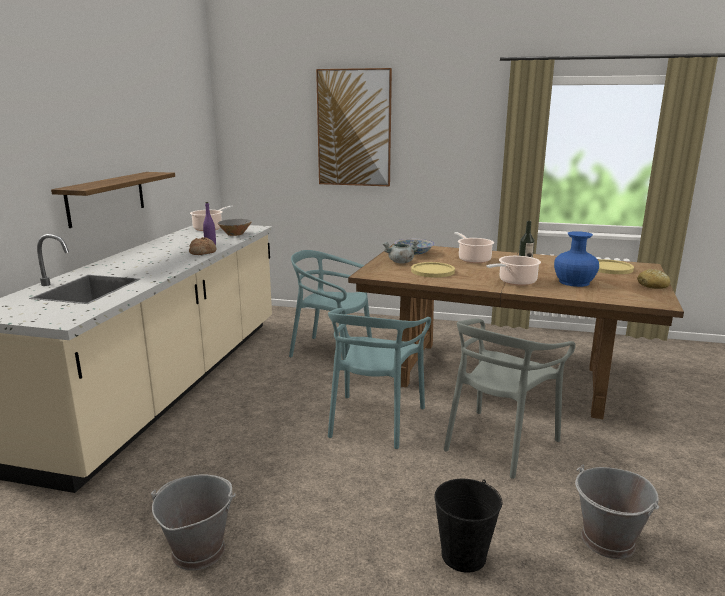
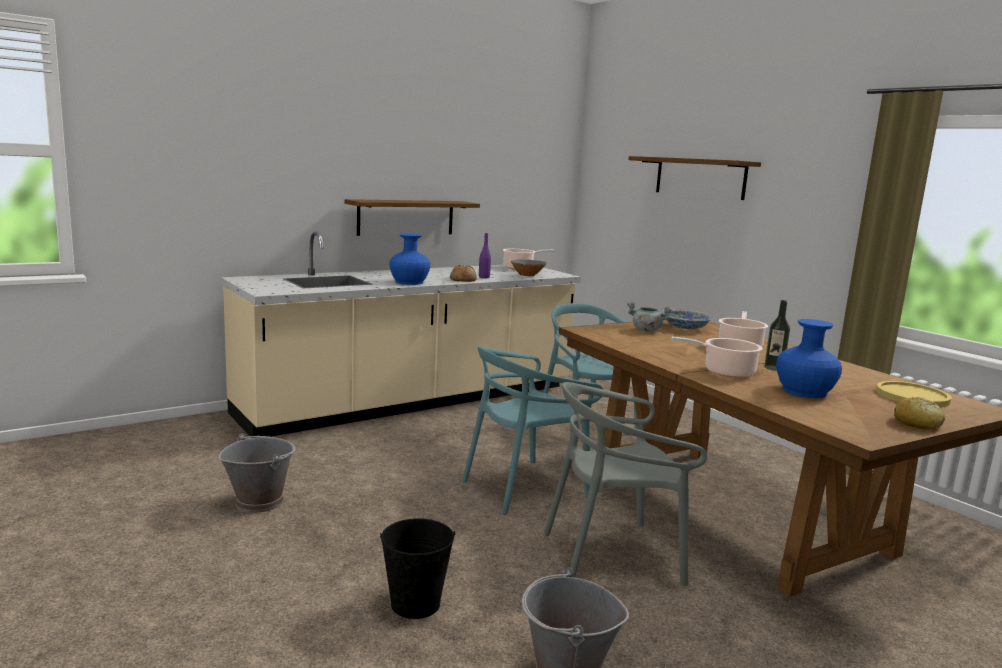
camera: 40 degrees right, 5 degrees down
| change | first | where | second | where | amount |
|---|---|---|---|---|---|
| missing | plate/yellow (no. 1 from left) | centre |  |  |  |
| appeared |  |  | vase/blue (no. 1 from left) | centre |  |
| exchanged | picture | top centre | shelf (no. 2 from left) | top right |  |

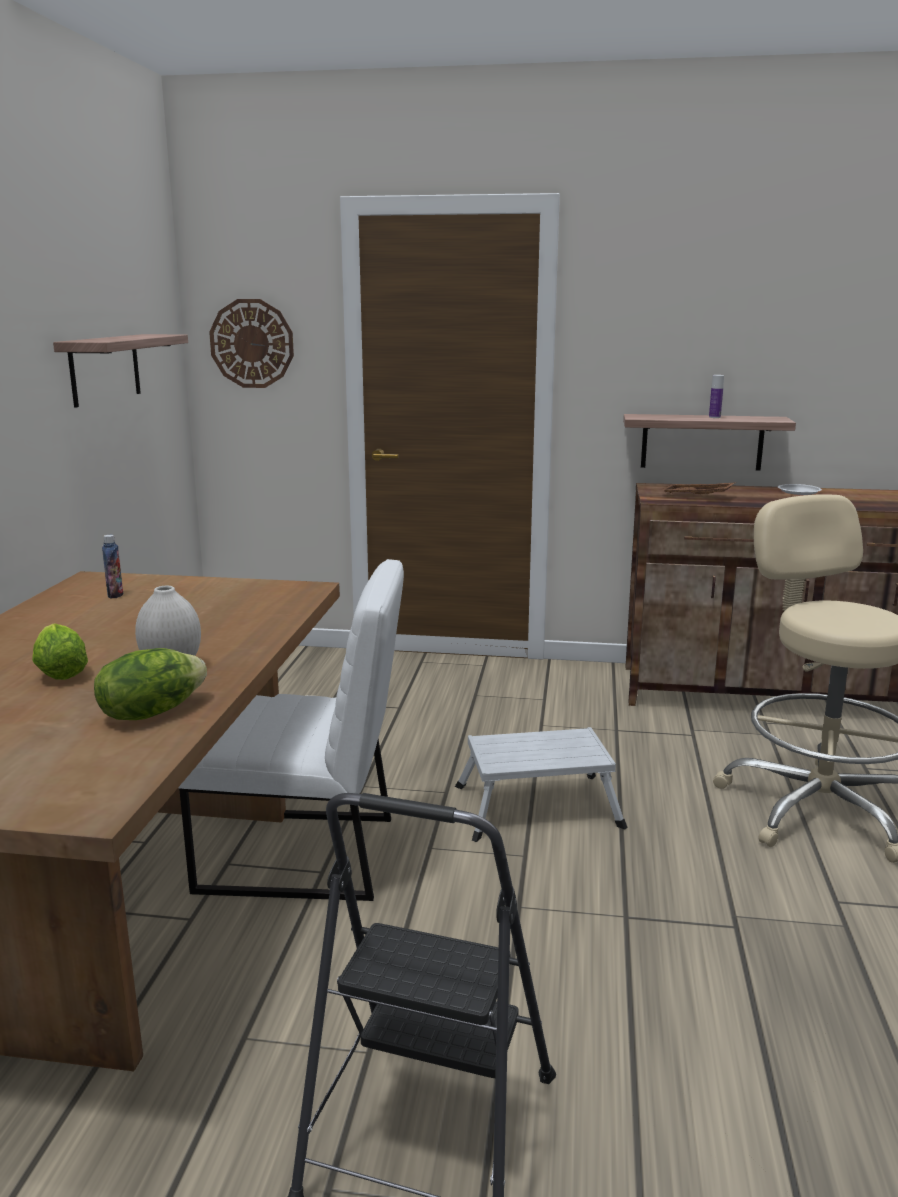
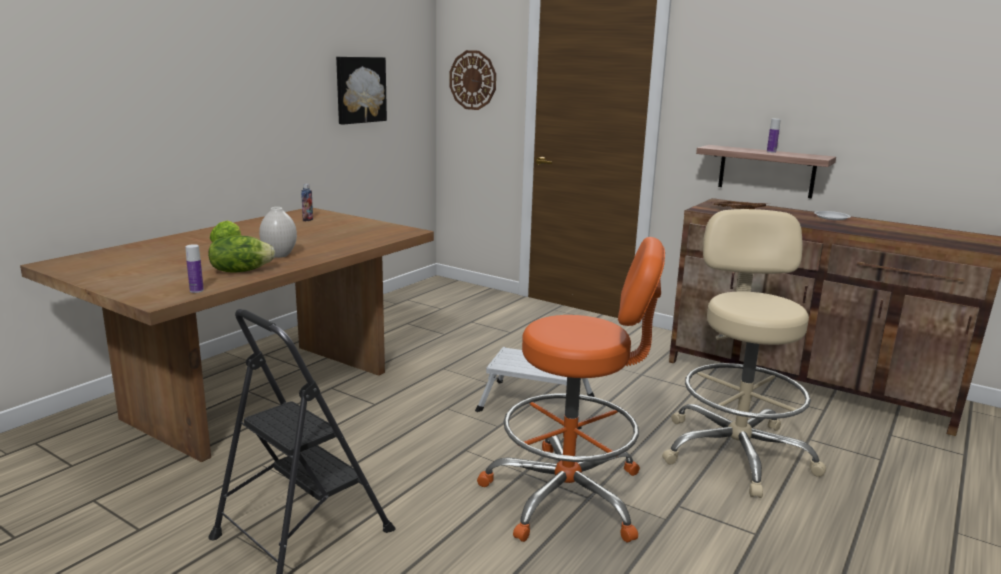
camera: 25 degrees right, 0 degrees up
| change | first | where | second | where | amount |
|---|---|---|---|---|---|
| missing | chair/white | middle left |  |  |  |
| appeared |  |  | bottle (no. 1 from left) | middle left |  |
| appeared |  |  | stool/orange | bottom centre |  |
| exchanged | shelf (no. 1 from left) | top left | picture | top centre |  |

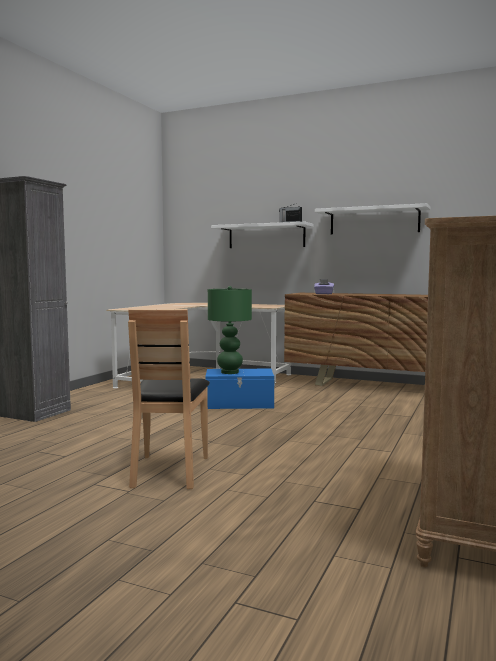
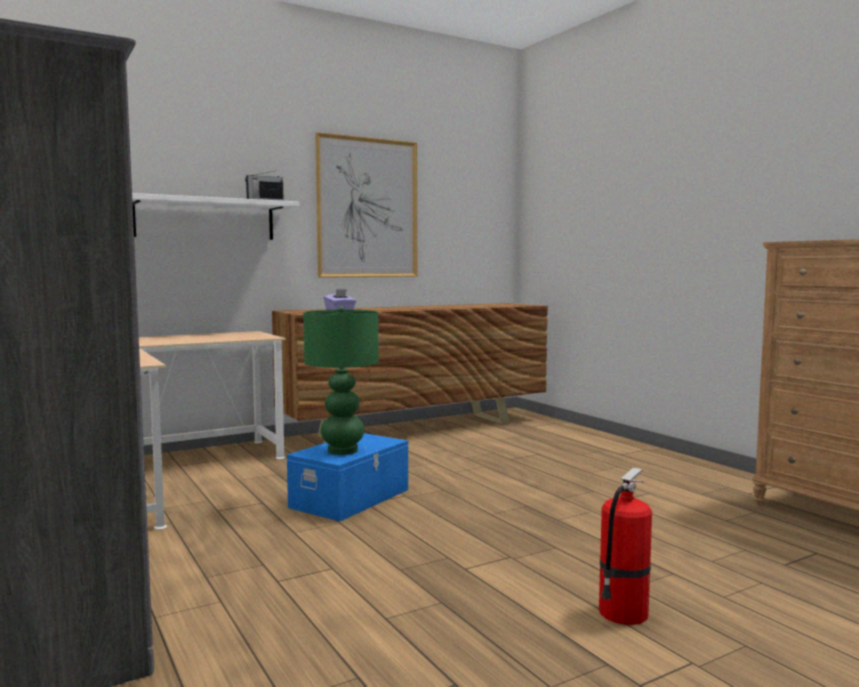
camera: 55 degrees left, 0 degrees up
| change | first | where | second | where | amount |
|---|---|---|---|---|---|
| exchanged | chair/brown | centre | fire extinguisher | bottom right |  |
| exchanged | shelf/white (no. 2 from left) | top right | picture | top centre |  |

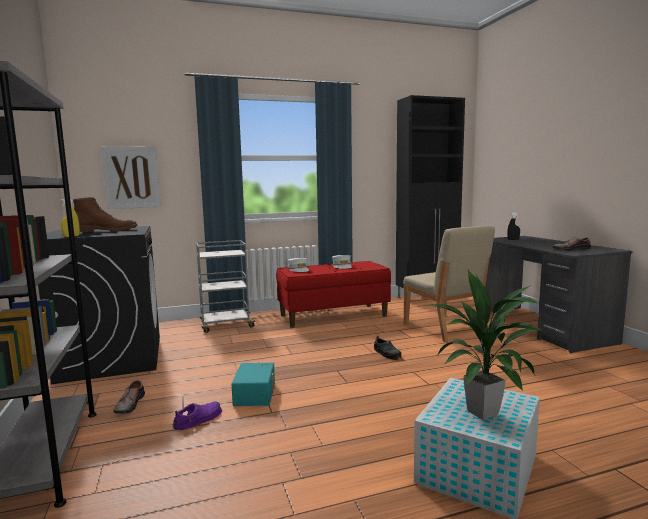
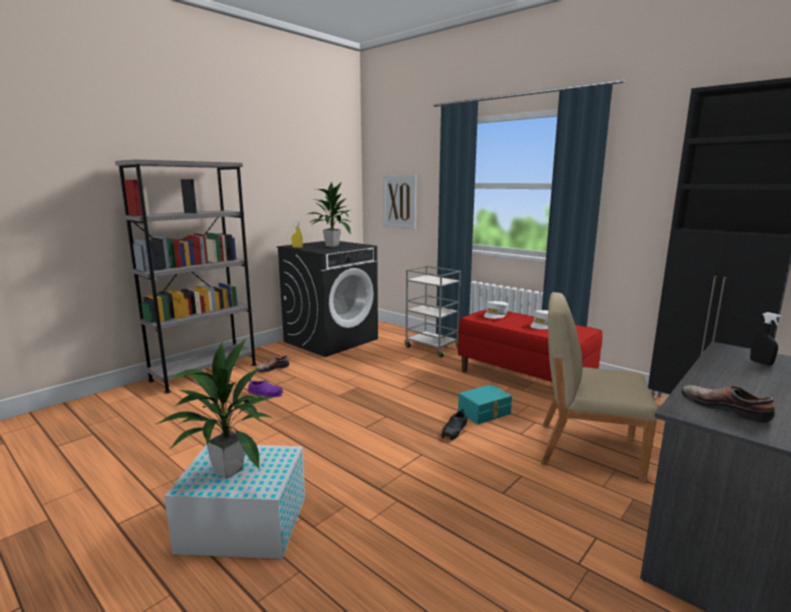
camera: 60 degrees right, 5 degrees up
| change | first | where | second | where | amount |
|---|---|---|---|---|---|
| relocated | storage box/turquoise | bottom centre |  | centre |  |
| exchanged | boot/brown | middle left | potted plant (no. 2 from left) | centre |  |
| spun | chair/beige | middle right |  | middle right | 75 degrees clockwise |

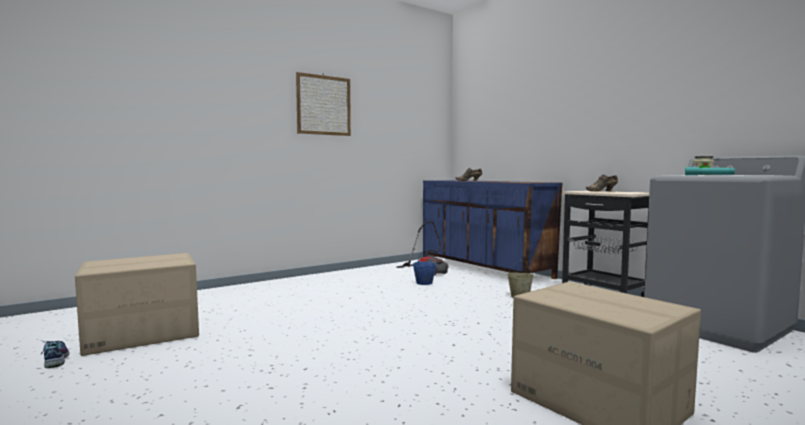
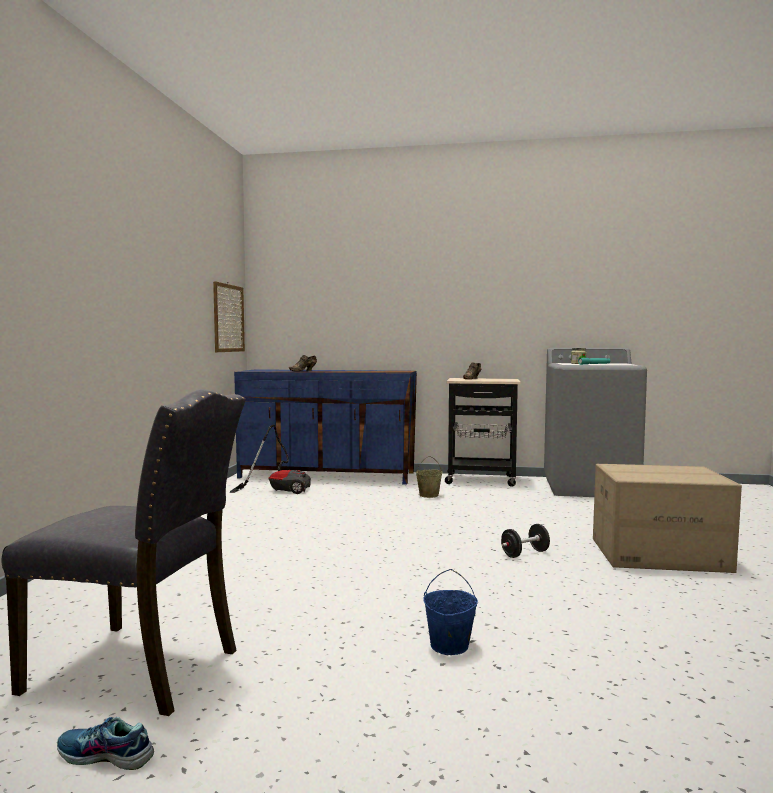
camera: 45 degrees left, 0 degrees up
| change | first | where | second | where | amount |
|---|---|---|---|---|---|
| appeared |  |  | dumbbell/black | bottom right |  |
| relocated | picture | top centre |  | middle left |  |
| relocated | bucket/blue | centre |  | bottom centre |  |
| exchanged | cardboard box (no. 1 from left) | bottom left | chair/grey | bottom left |  |

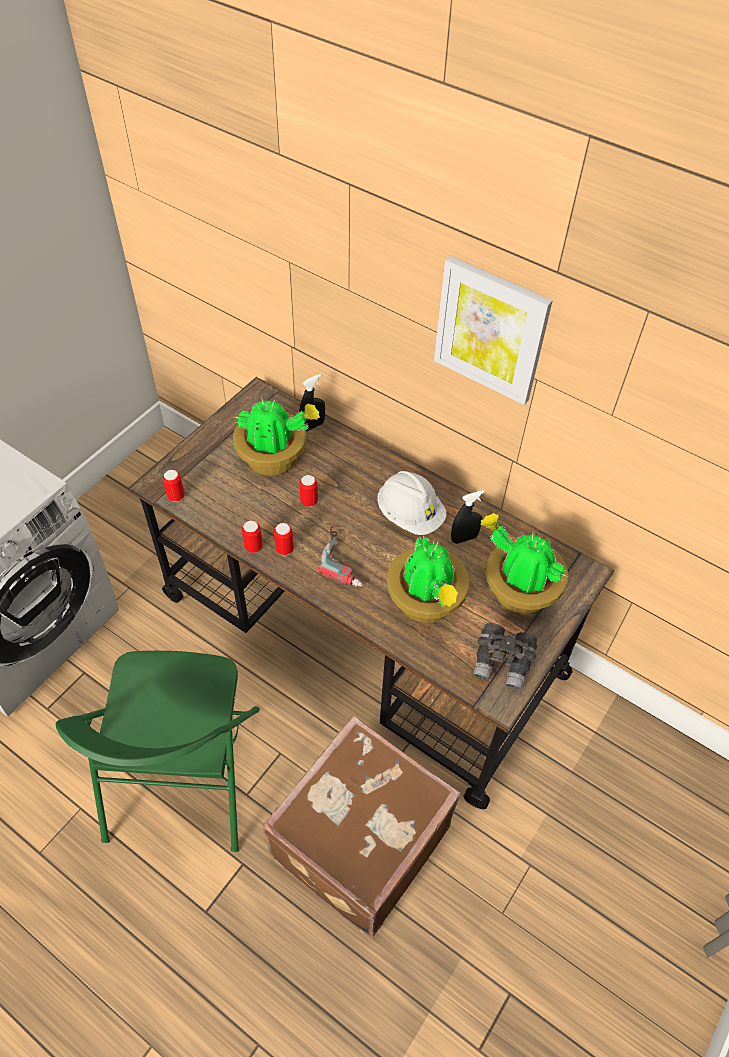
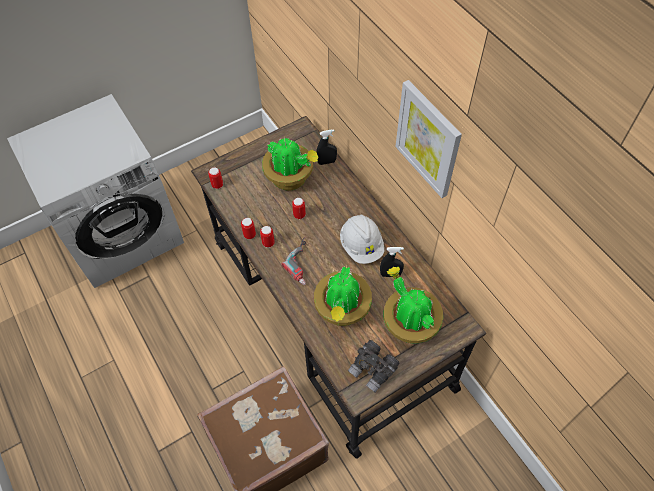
camera: 25 degrees right, 5 degrees up
| change | first | where | second | where | amount |
|---|---|---|---|---|---|
| missing | chair/green | bottom left |  |  |  |

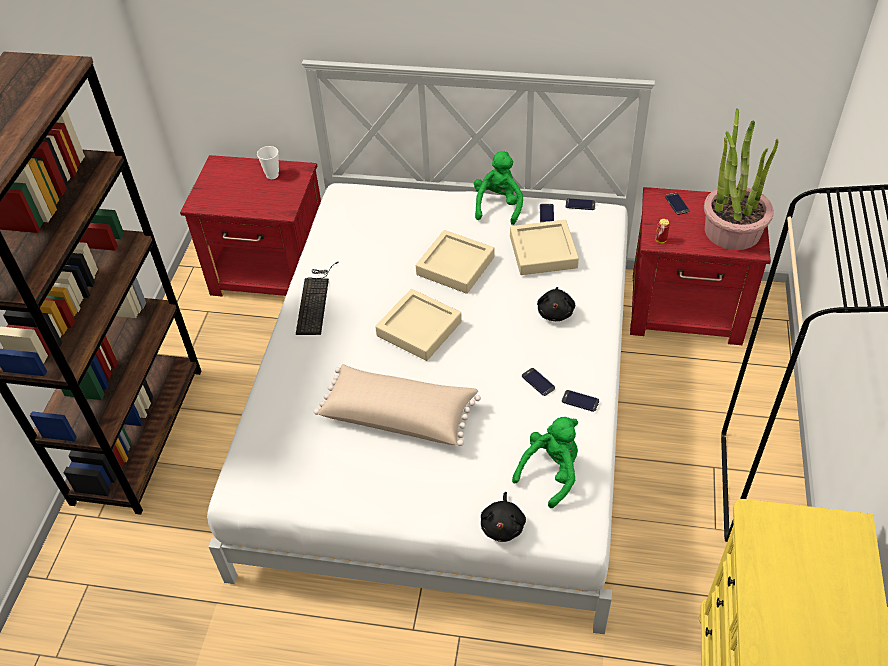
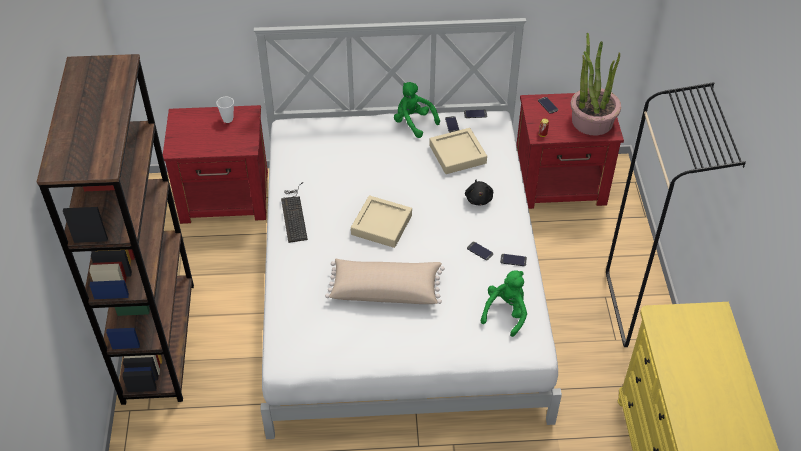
camera: 15 degrees left, 0 degrees up
| change | first | where | second | where | amount |
|---|---|---|---|---|---|
| missing | tray/beige (no. 2 from left) | centre |  |  |  |
| missing | plush toy/black (no. 1 from left) | bottom centre |  |  |  |
| spun | plush toy/green (no. 1 from left) | top centre |  | top centre | 45 degrees counterclockwise |

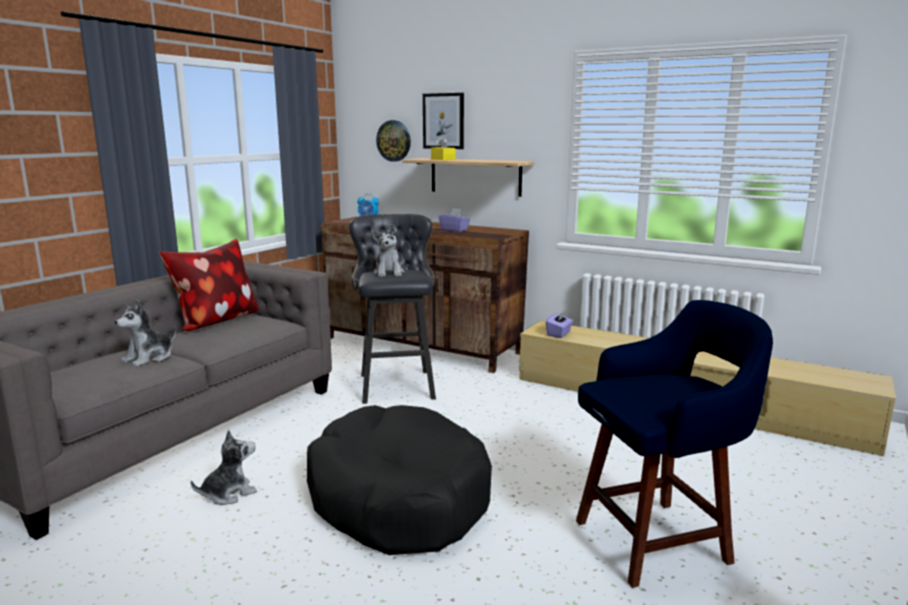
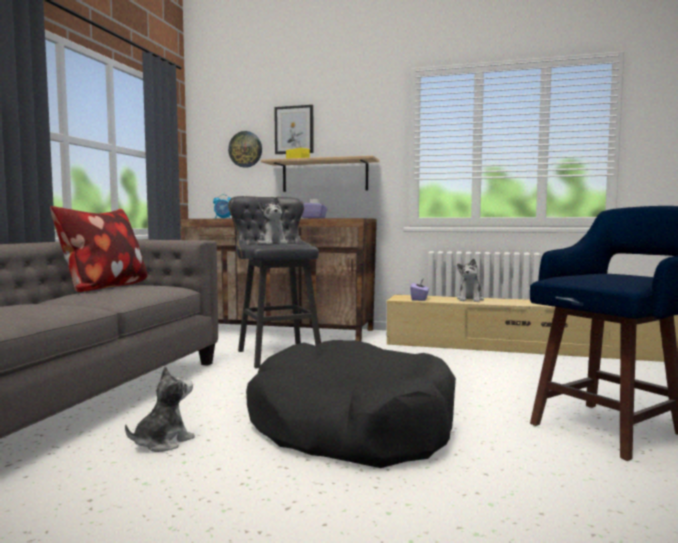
camera: 15 degrees left, 10 degrees down
| change | first | where | second | where | amount |
|---|---|---|---|---|---|
| relocated | plush toy (no. 1 from left in the first image) | middle left | plush toy (no. 3 from left) | middle right |  |

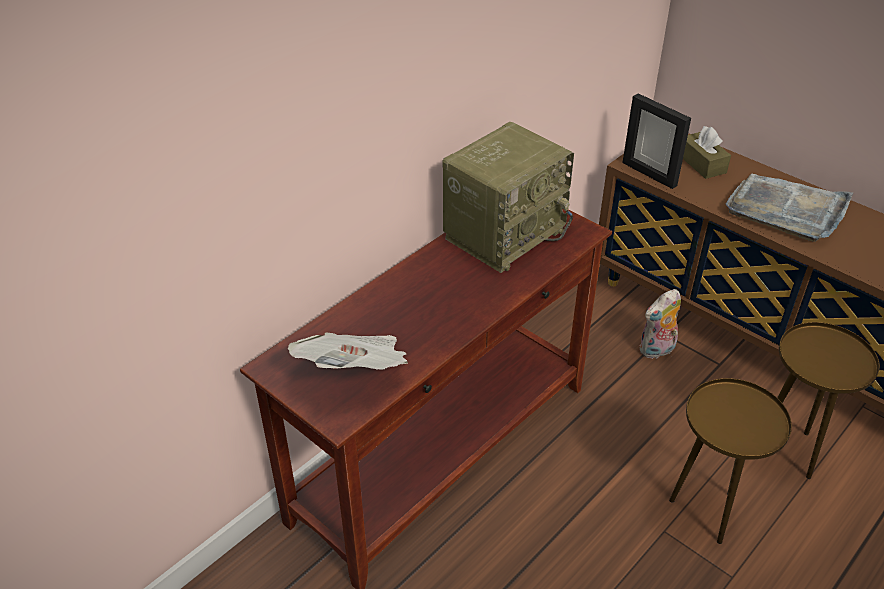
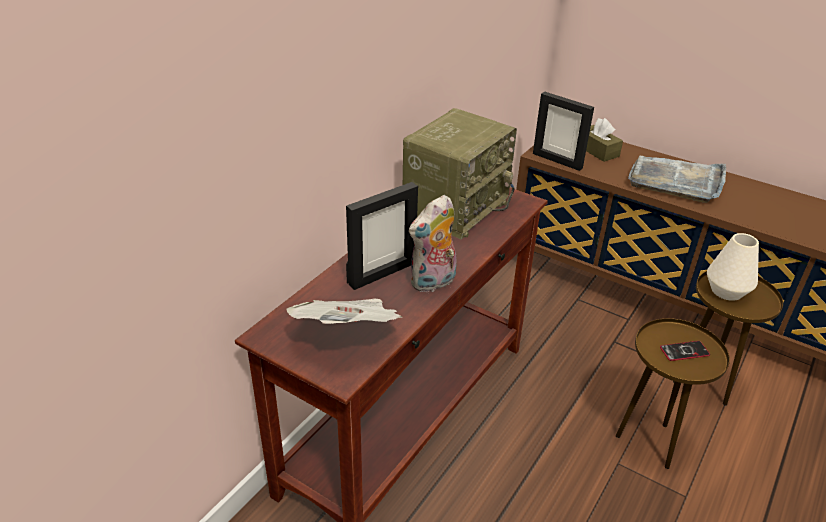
camera: 10 degrees left, 5 degrees down
| change | first | where | second | where | amount |
|---|---|---|---|---|---|
| appeared |  |  | picture frame (no. 1 from left) | centre |  |
| appeared |  |  | phone | bottom right |  |
| appeared |  |  | vase/white | middle right |  |
| relocated | plush toy | middle right |  | centre |  |

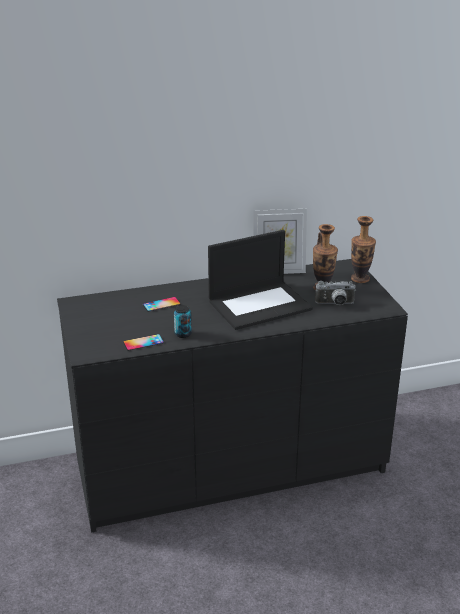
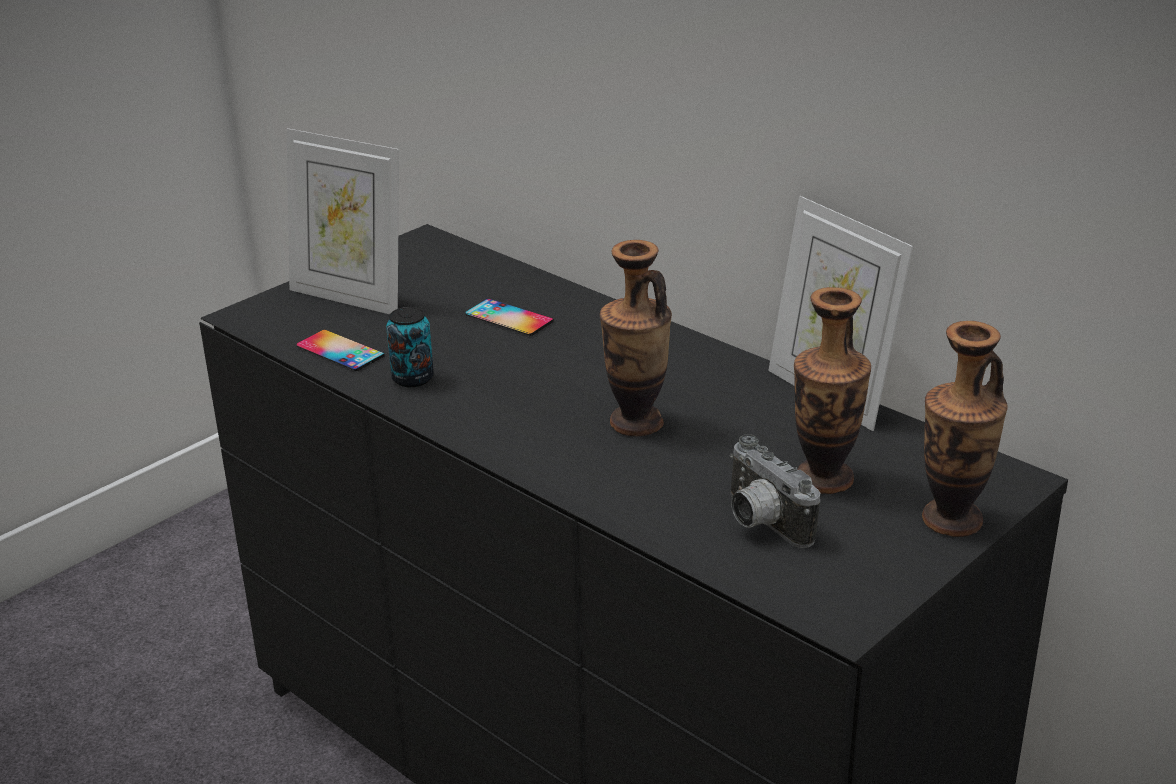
camera: 60 degrees right, 0 degrees up
| change | first | where | second | where | amount |
|---|---|---|---|---|---|
| appeared |  |  | picture frame (no. 1 from left) | top left |  |
| exchanged | laptop | centre | vase (no. 1 from left) | centre |  |

